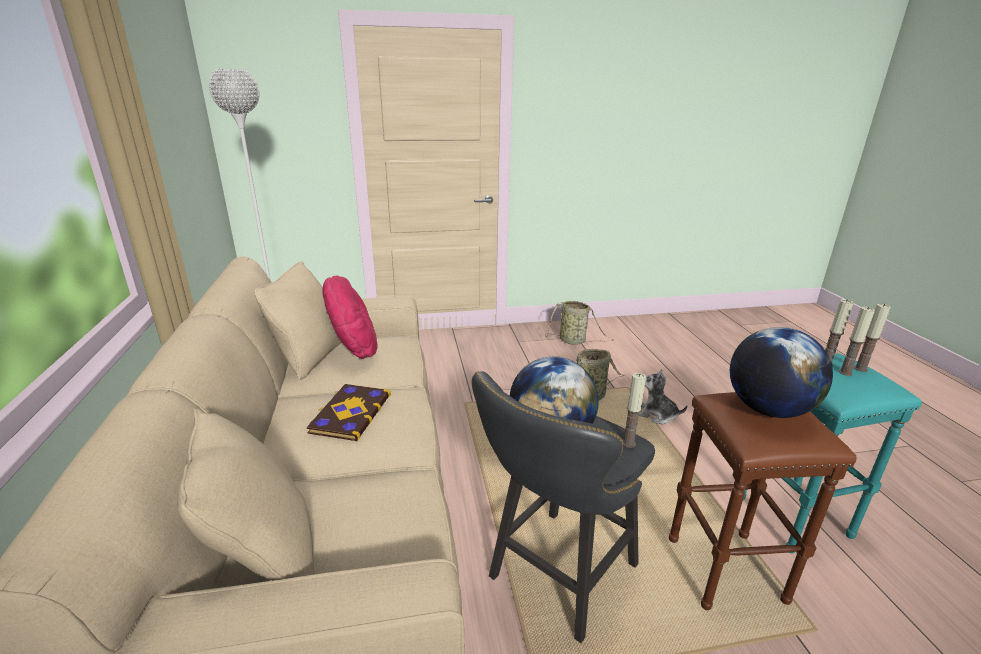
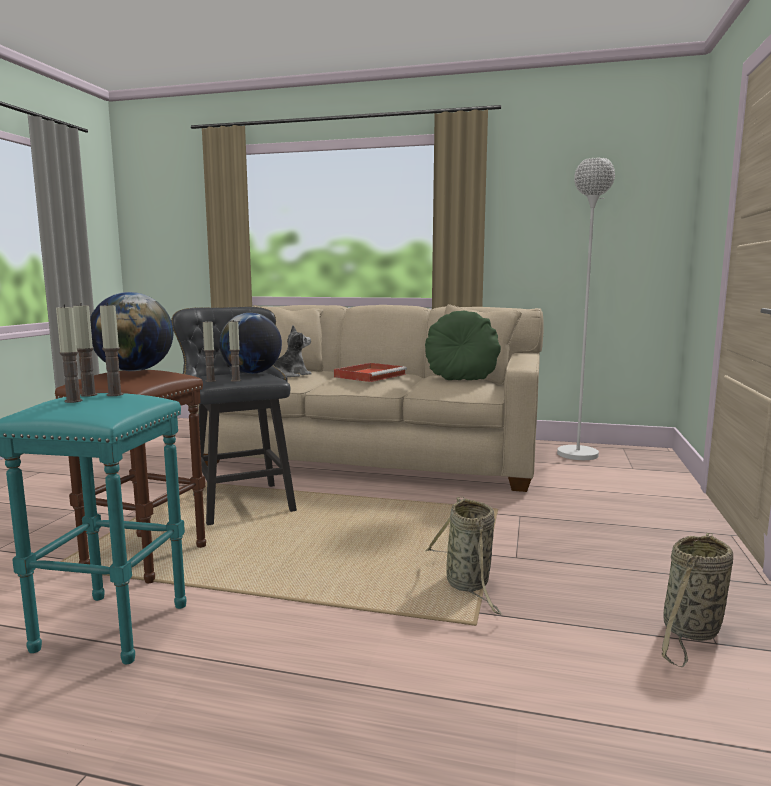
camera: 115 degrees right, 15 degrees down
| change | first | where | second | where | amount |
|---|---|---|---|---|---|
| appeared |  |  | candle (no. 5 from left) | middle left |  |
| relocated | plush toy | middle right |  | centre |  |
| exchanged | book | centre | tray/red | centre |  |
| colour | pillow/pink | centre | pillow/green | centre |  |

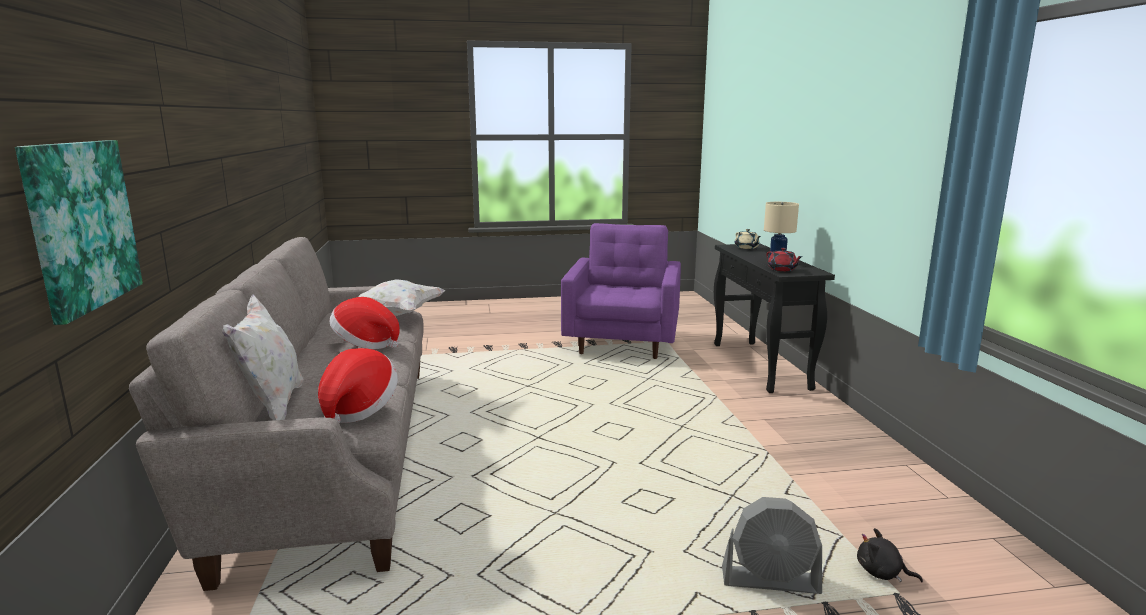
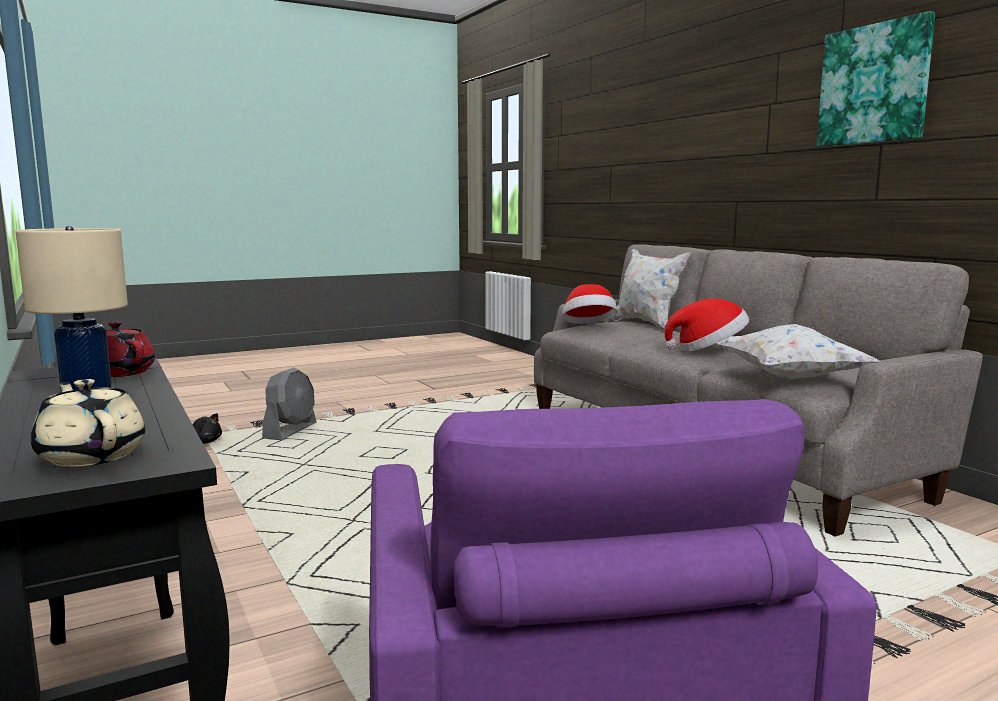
camera: 160 degrees right, 5 degrees down
| change | first | where | second | where | amount |
|---|---|---|---|---|---|
| relocated | picture | middle left |  | top right |  |
| spun | fan/grey | bottom right |  | middle left | 120 degrees clockwise |

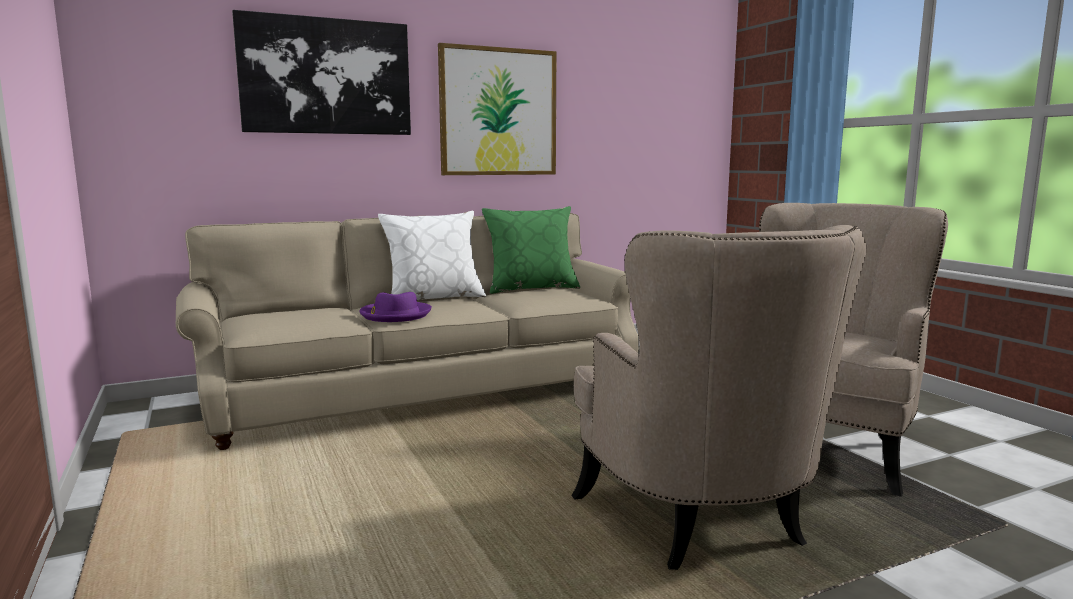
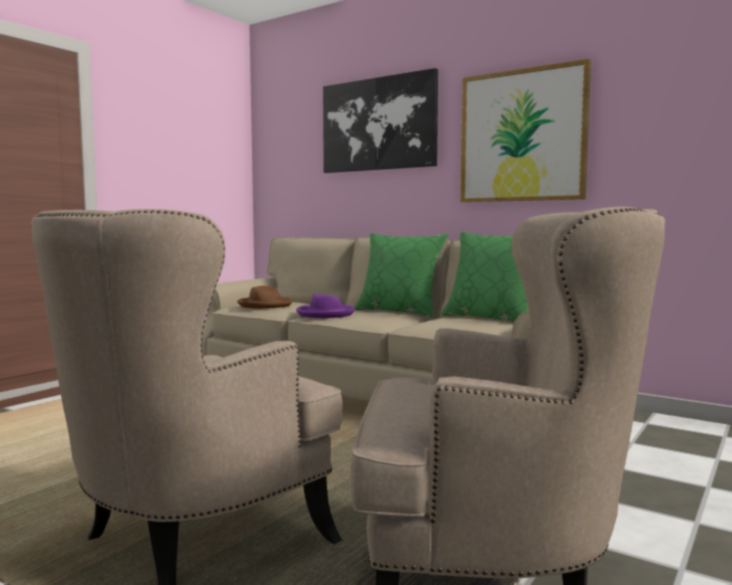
camera: 60 degrees right, 5 degrees down
| change | first | where | second | where | amount |
|---|---|---|---|---|---|
| appeared |  |  | hat/brown | centre |  |
| colour | pillow/white | centre | pillow/green (no. 1 from left) | centre |  |

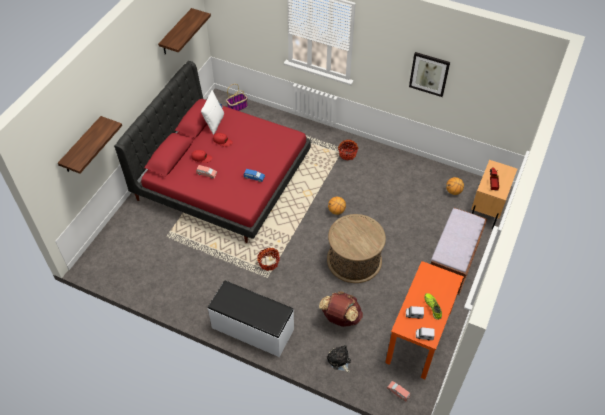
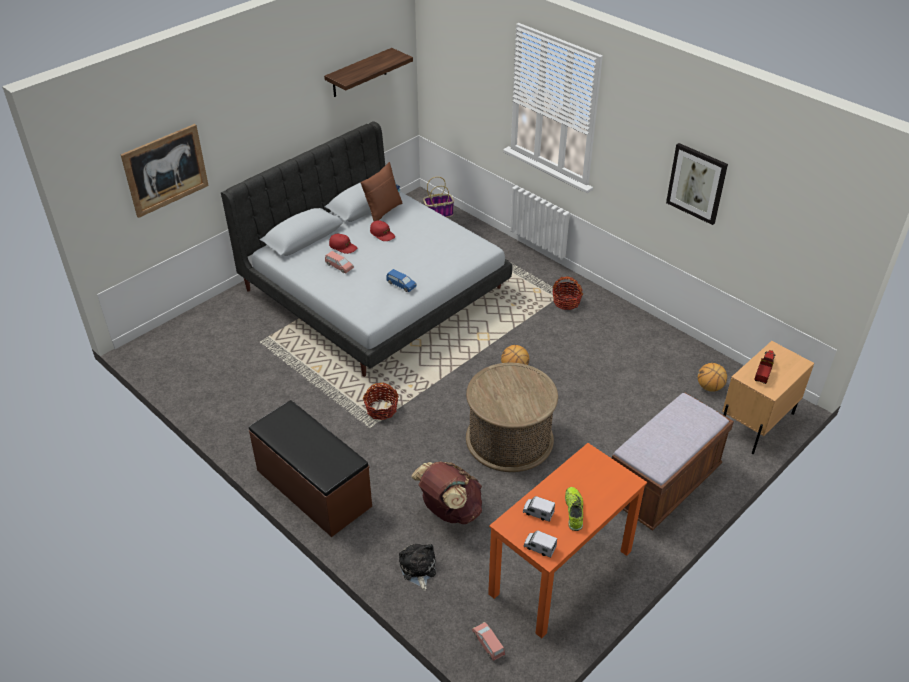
camera: 20 degrees right, 10 degrees down
| change | first | where | second | where | amount |
|---|---|---|---|---|---|
| exchanged | shelf (no. 1 from left) | middle left | picture (no. 1 from left) | top left |  |
| colour | bed/red | centre | bed/grey | centre |  |
| colour | pillow/white | top centre | pillow/brown | top centre |  |
| colour | bench/white | bottom centre | bench/brown (no. 1 from left) | bottom centre |  |

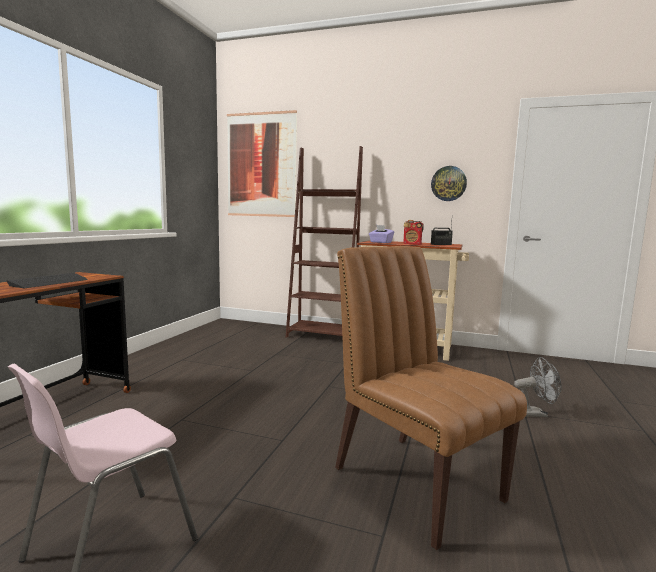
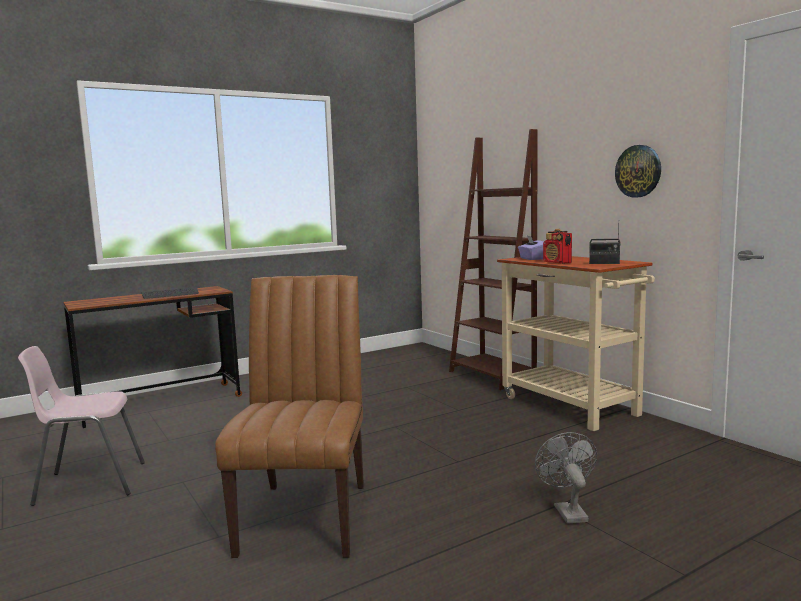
camera: 40 degrees right, 0 degrees up
| change | first | where | second | where | amount |
|---|---|---|---|---|---|
| missing | picture | top centre |  |  |  |
| spun | fan/grey | bottom right |  | bottom right | 135 degrees counterclockwise |

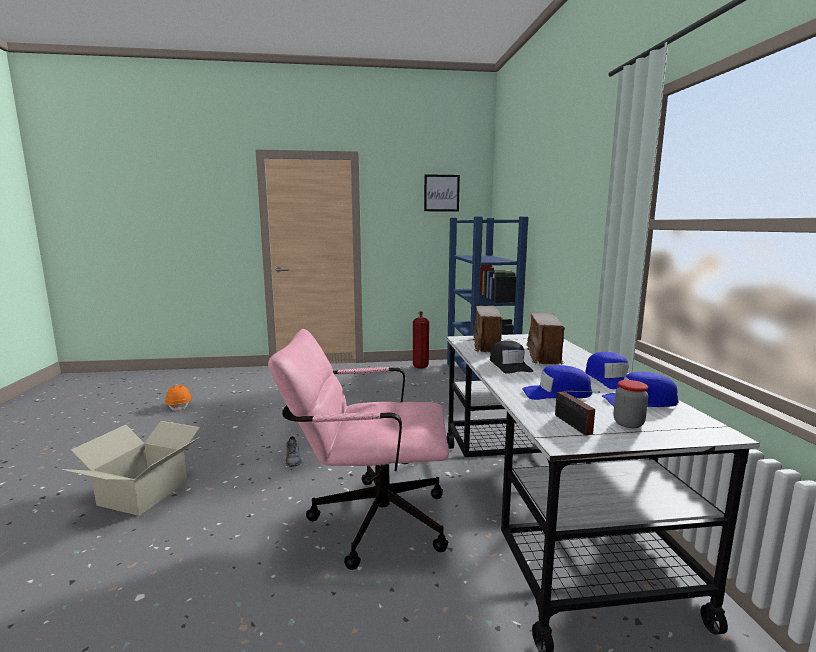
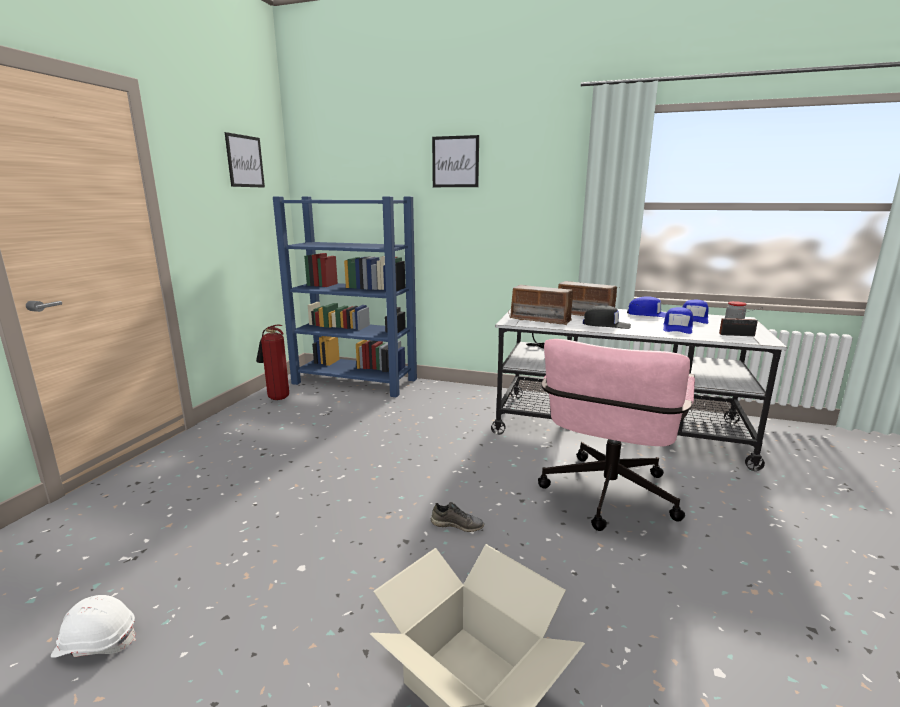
camera: 65 degrees left, 5 degrees up
| change | first | where | second | where | amount |
|---|---|---|---|---|---|
| appeared |  |  | picture (no. 2 from left) | top centre |  |
| colour | hard hat/orange | middle left | hard hat/white | bottom left |  |

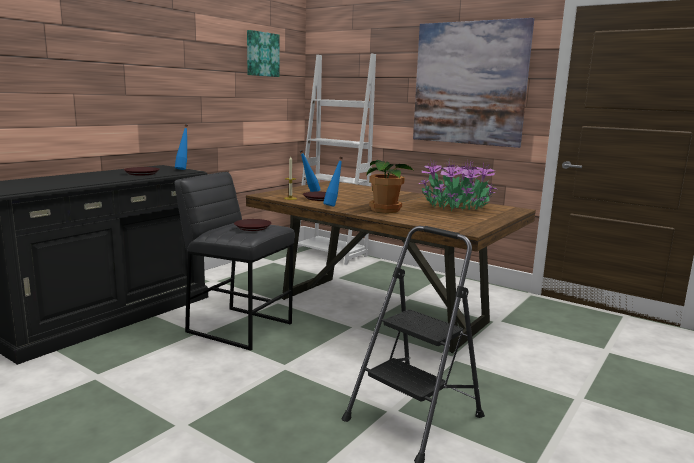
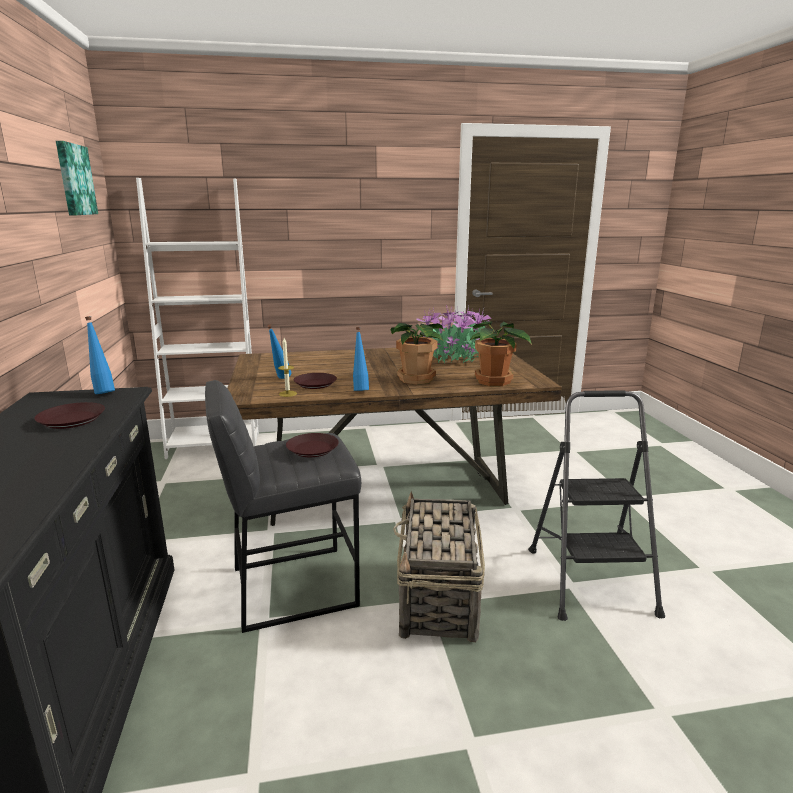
camera: 45 degrees left, 5 degrees up
| change | first | where | second | where | amount |
|---|---|---|---|---|---|
| missing | picture (no. 2 from left) | top right |  |  |  |
| appeared |  |  | basket | bottom centre |  |
| appeared |  |  | potted plant (no. 3 from left) | centre |  |

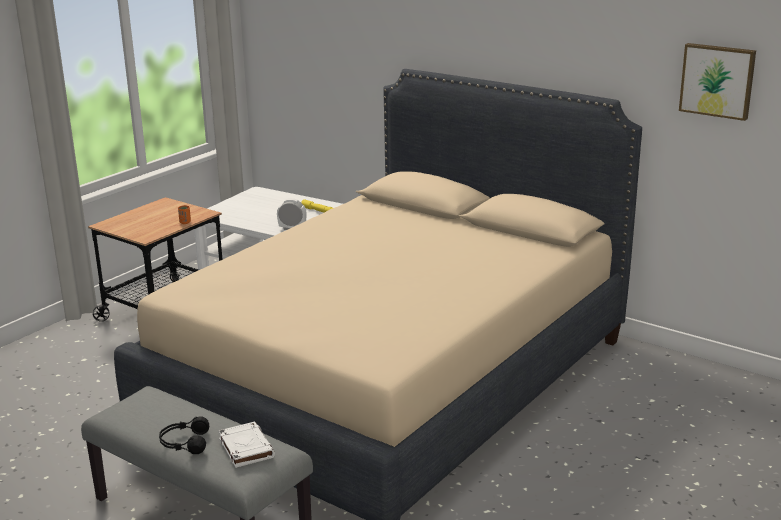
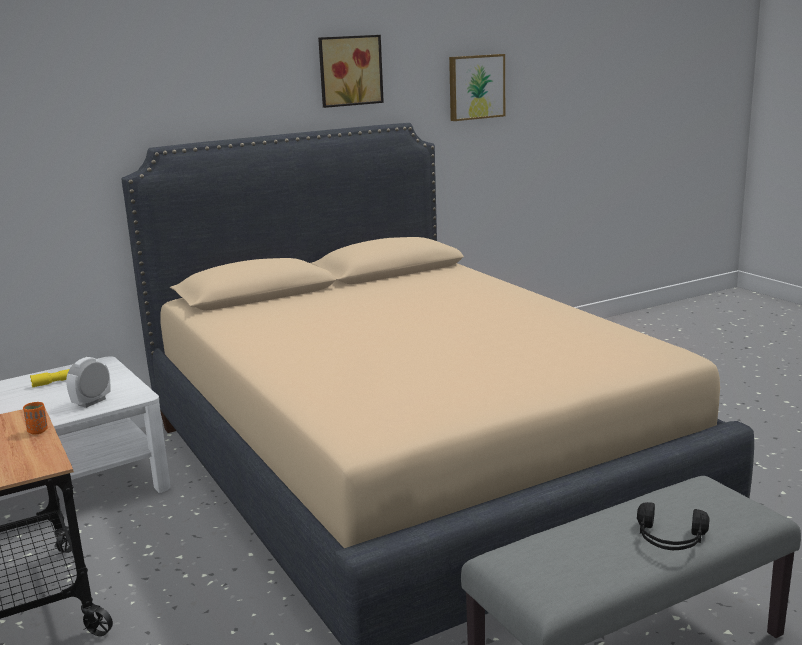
camera: 65 degrees left, 5 degrees down
| change | first | where | second | where | amount |
|---|---|---|---|---|---|
| missing | book/white | bottom left |  |  |  |
| appeared |  |  | picture (no. 1 from left) | top centre |  |

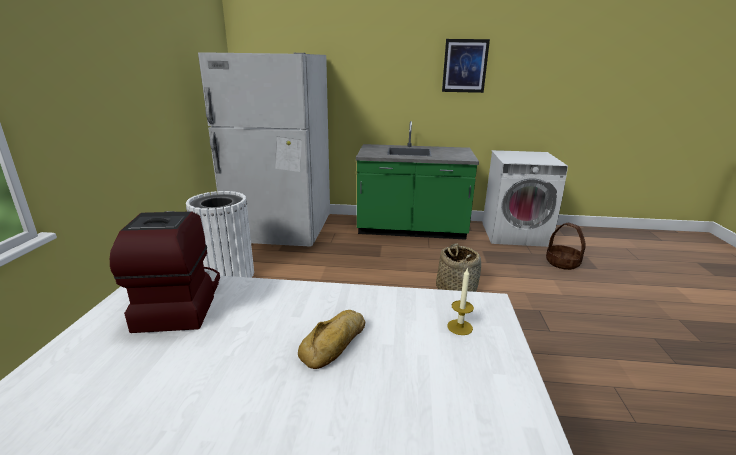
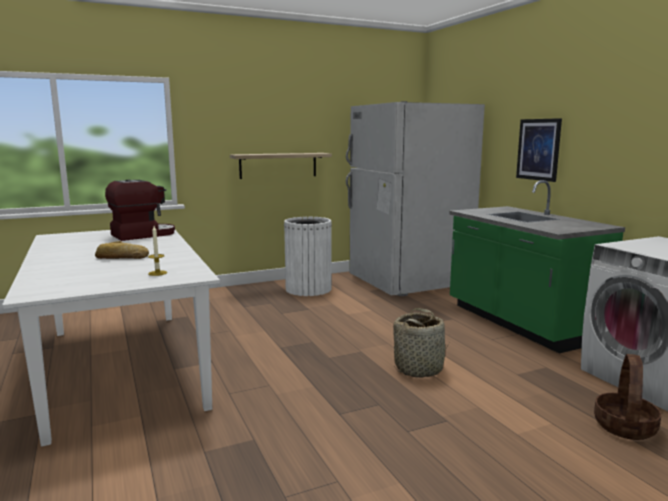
camera: 60 degrees right, 10 degrees down
| change | first | where | second | where | amount |
|---|---|---|---|---|---|
| appeared |  |  | shelf | top centre |  |
| relocated | picture | top centre |  | top right |  |

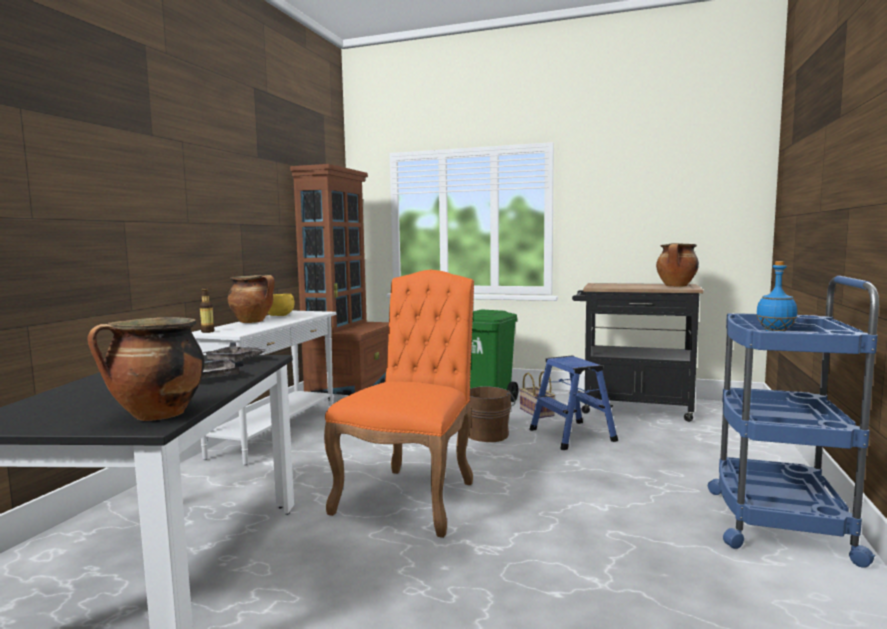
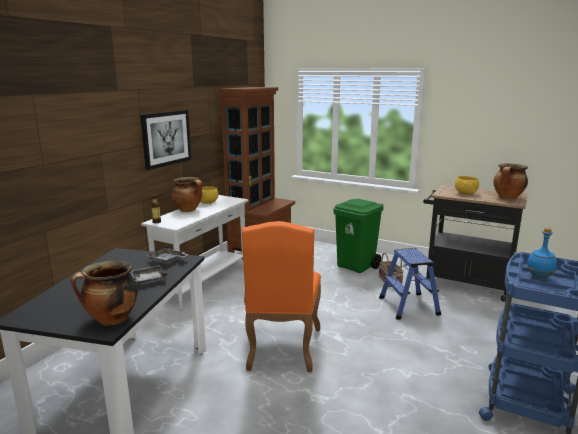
camera: 10 degrees right, 10 degrees up
| change | first | where | second | where | amount |
|---|---|---|---|---|---|
| missing | bucket/brown | centre |  |  |  |
| appeared |  |  | picture | top left |  |
| appeared |  |  | bowl/yellow (no. 2 from left) | middle right |  |
| spun | chair/orange | centre |  | bottom centre | 150 degrees clockwise |

